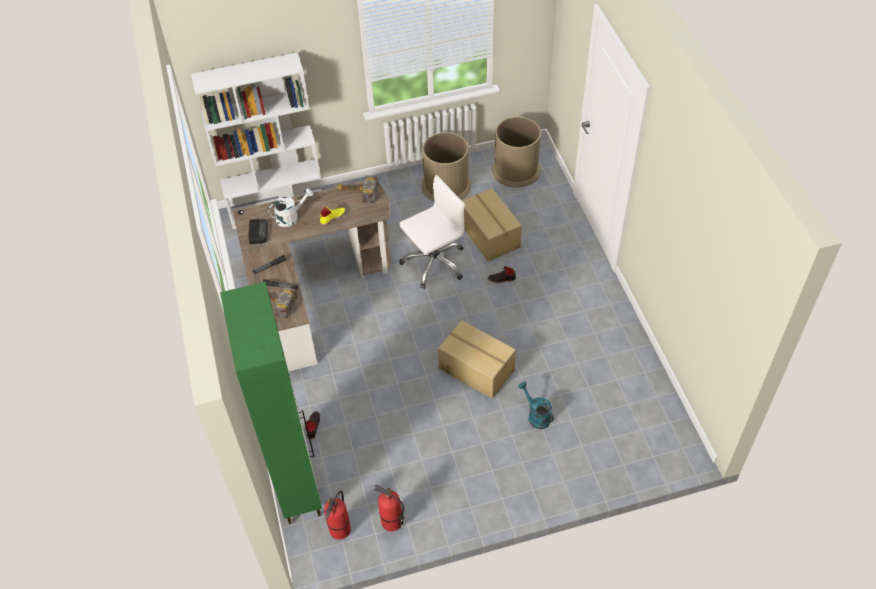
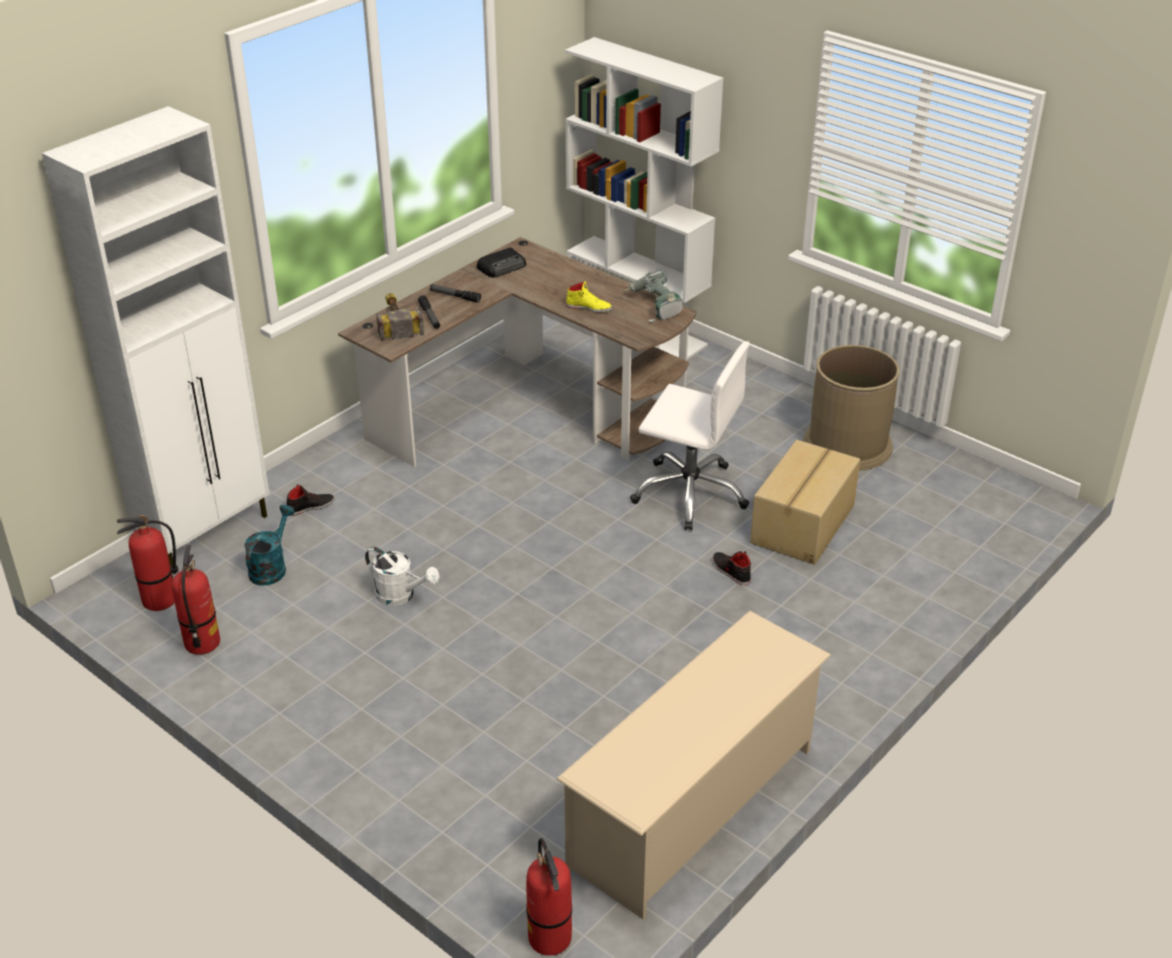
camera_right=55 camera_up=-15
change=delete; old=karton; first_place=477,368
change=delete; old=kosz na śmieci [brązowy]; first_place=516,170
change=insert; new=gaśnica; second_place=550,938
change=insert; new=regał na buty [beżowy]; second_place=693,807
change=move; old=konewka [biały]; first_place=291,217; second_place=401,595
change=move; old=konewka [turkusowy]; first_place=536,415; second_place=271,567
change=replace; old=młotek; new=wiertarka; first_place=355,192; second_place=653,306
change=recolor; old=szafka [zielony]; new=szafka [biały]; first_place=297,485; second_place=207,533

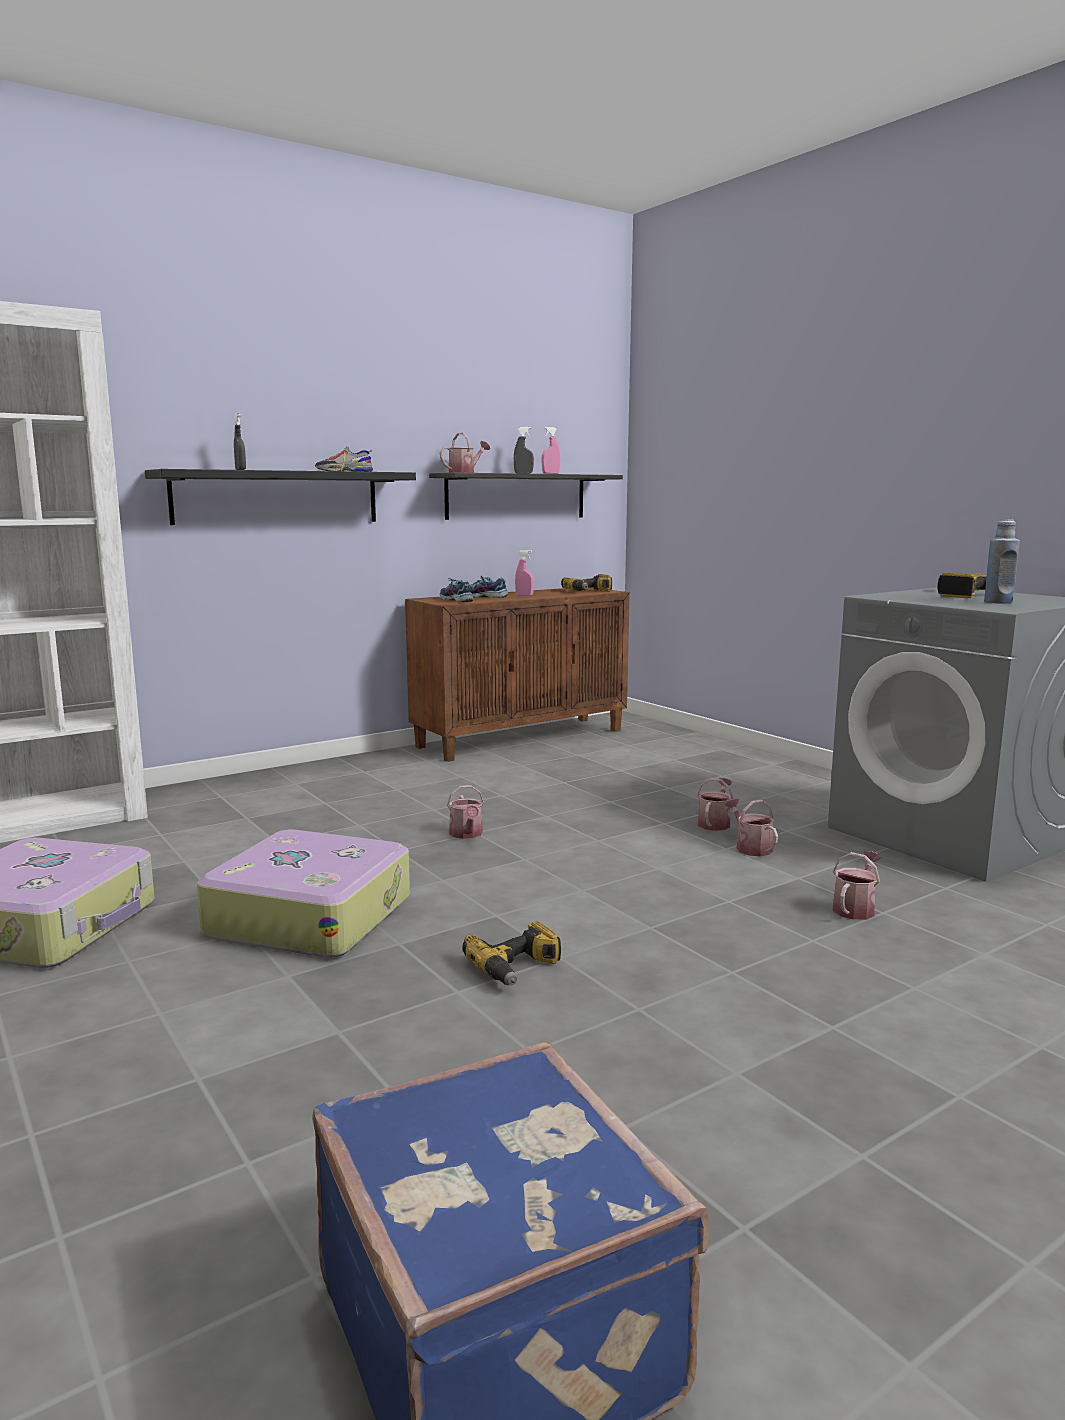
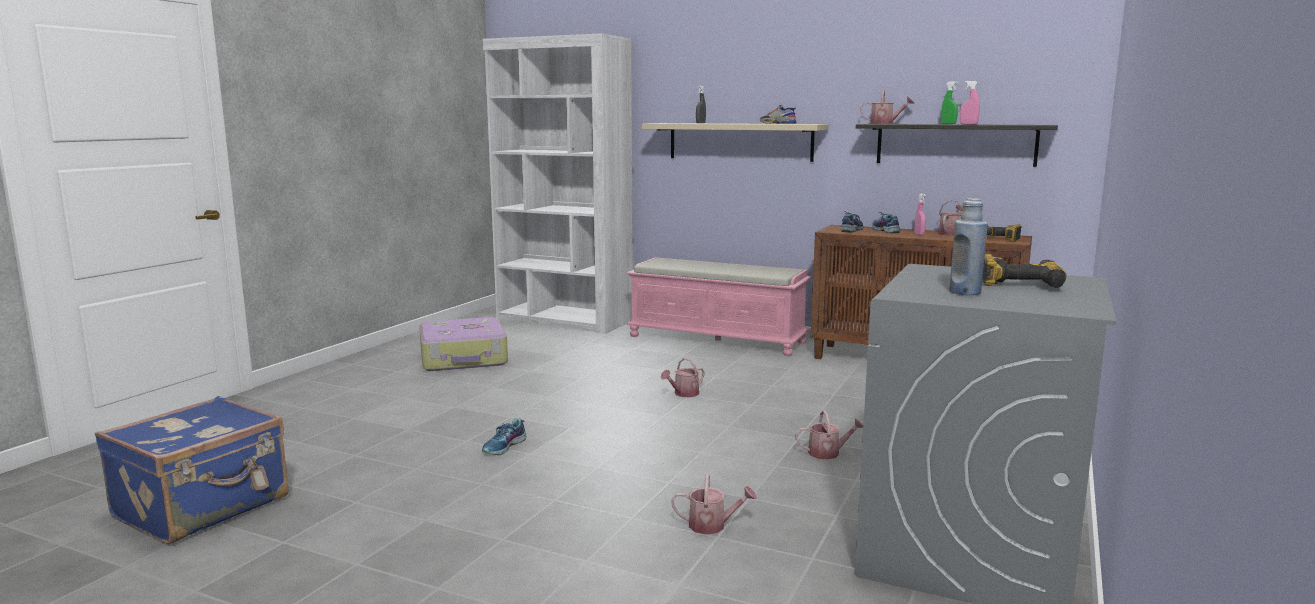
camera_right=60 camera_up=0
change=delete; old=walizka; first_place=310,915
change=insert; new=ławka [różowy]; second_place=718,339
change=move; old=konewka; first_place=750,847; second_place=951,233
change=replace; old=wiertarka; new=but; first_place=517,968; second_place=505,447
change=recolor; old=półka [czarny]; new=półka [beżowy]; first_place=277,497; second_place=740,141
change=recolor; old=spryskiwacz [szary]; new=spryskiwacz [zielony]; first_place=523,473; second_place=948,124

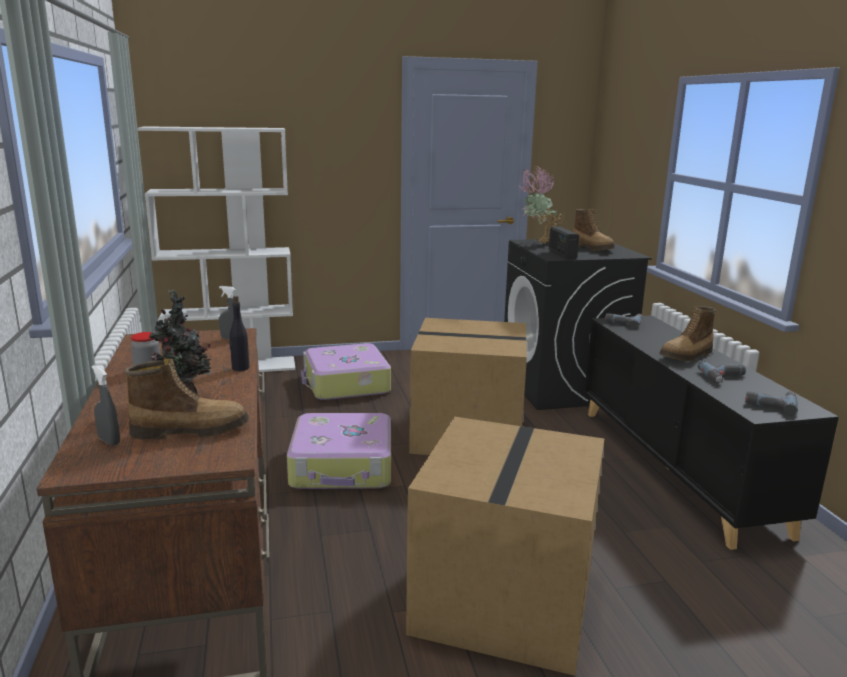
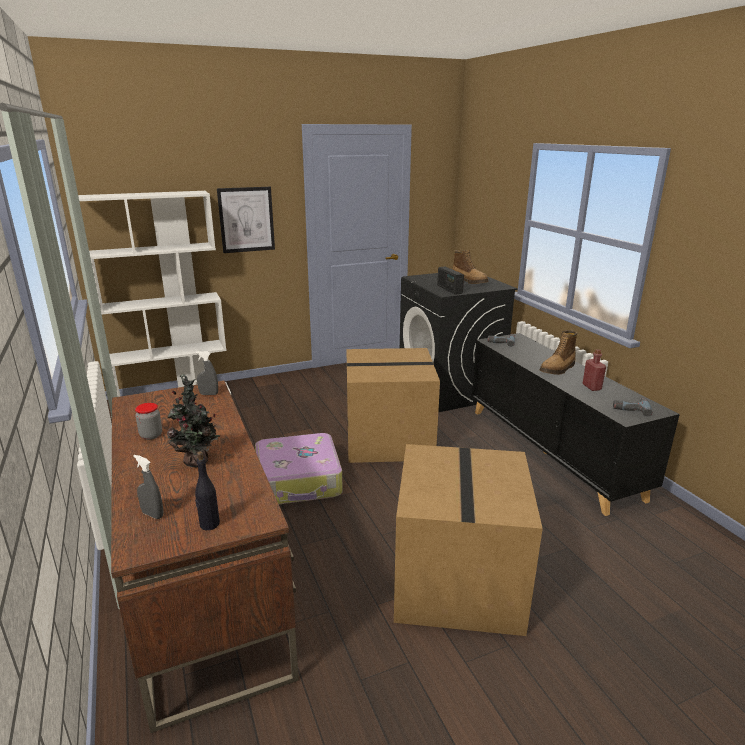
camera_right=-10 camera_up=5
change=delete; old=but z cholewką; first_place=191,431
change=delete; old=walizka; first_place=345,384
change=delete; old=roślina doniczkowa; first_place=538,242
change=insert; new=obraz; second_place=246,219
change=move; old=butelka [czarny]; first_place=240,368; second_place=209,524
change=replace; old=wiertarka; new=butelka [czerwony]; first_place=725,378; second_place=591,387

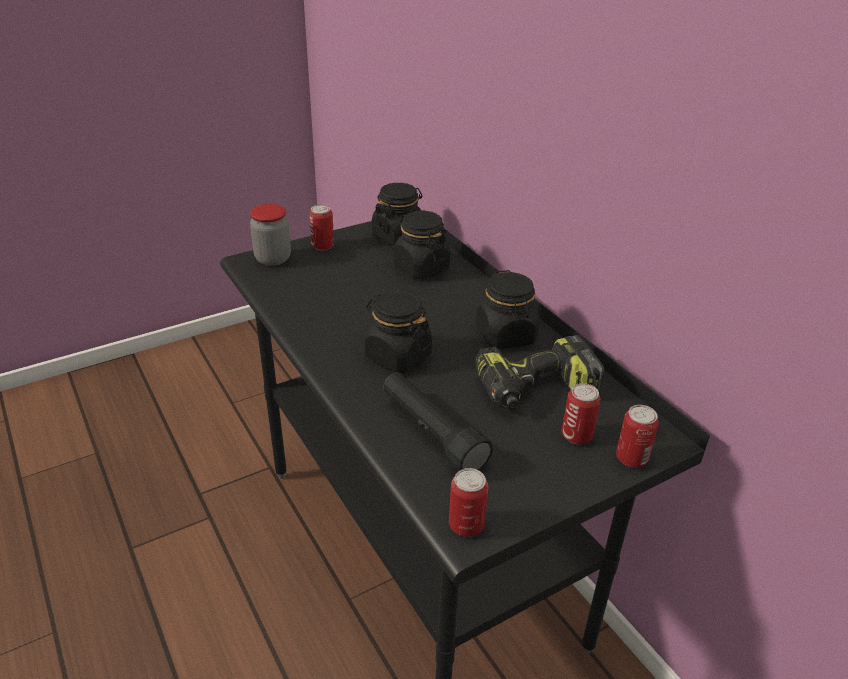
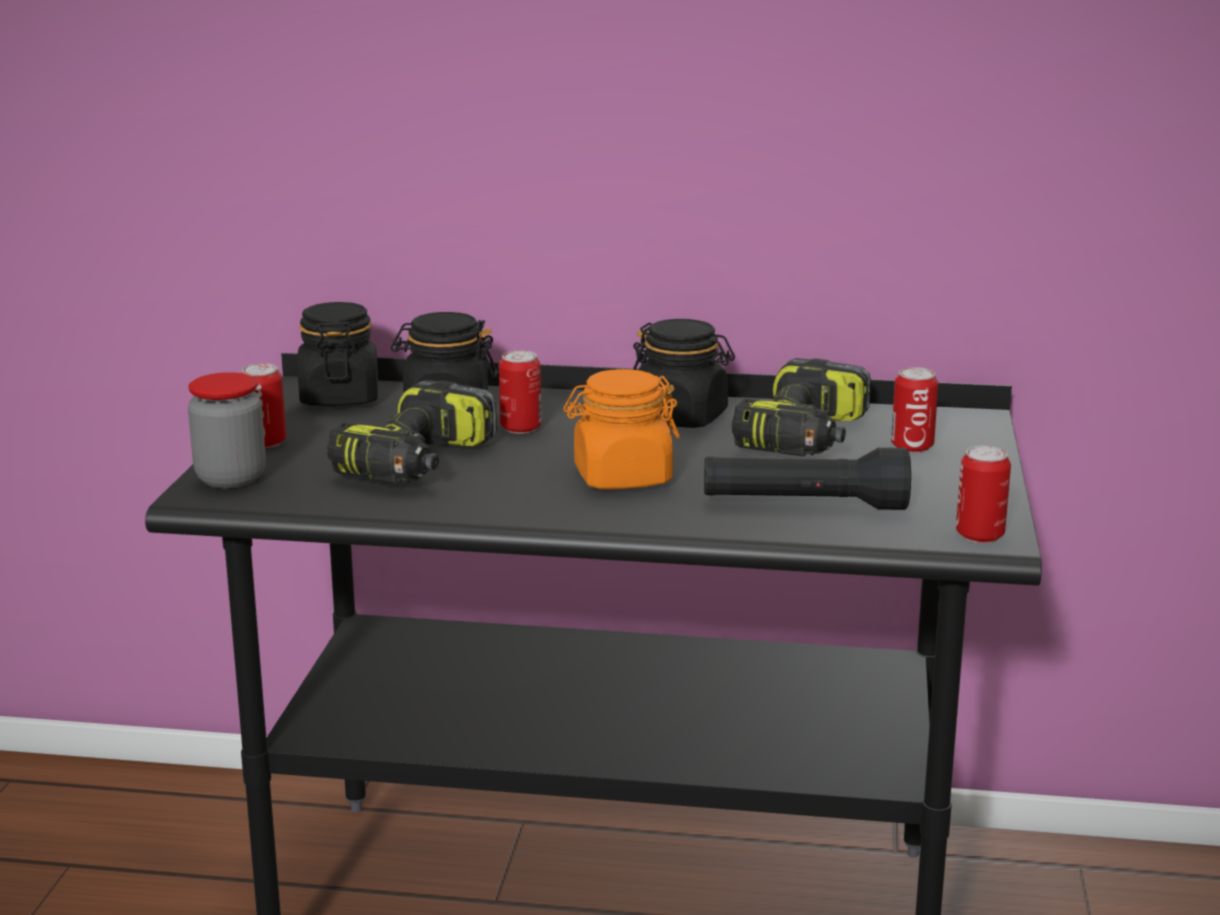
camera_right=-50 camera_up=-15
change=insert; new=wiertarka; second_place=418,463
change=move; old=puszka; first_place=631,458; second_place=520,428
change=recolor; old=słoik [czarny]; new=słoik [pomarańczowy]; first_place=397,355; second_place=621,477

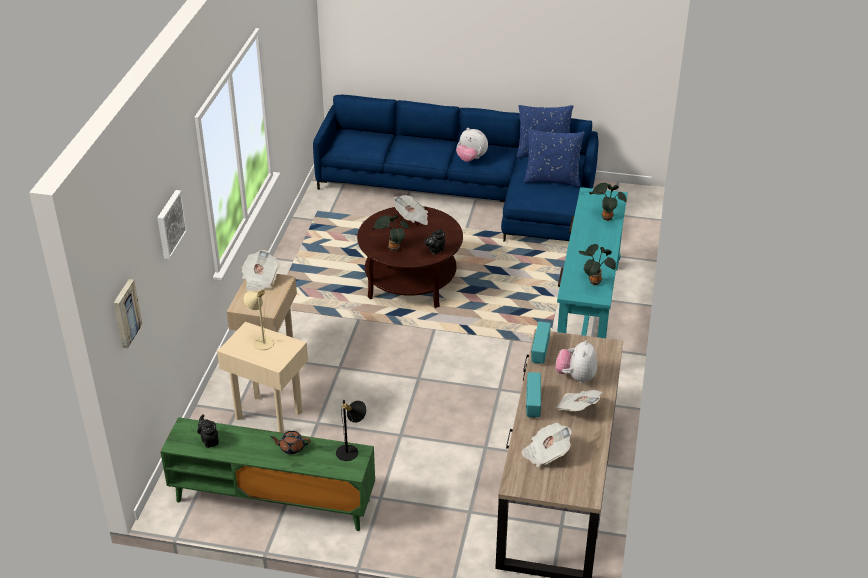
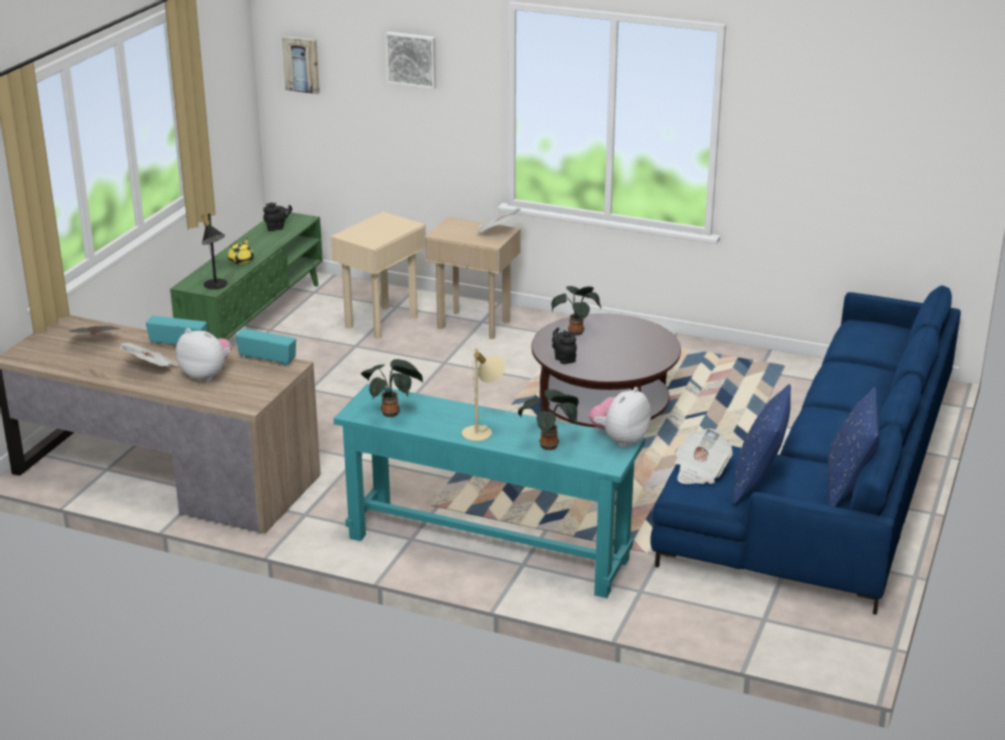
camera_right=100 camera_up=-10
change=move; old=lampa stołowa [beżowy]; first_place=261,341; second_place=482,432
change=move; old=gazeta; first_place=412,218; second_place=699,471
change=move; old=pluszak; first_place=471,159; second_place=620,440
change=recolor; old=imbryk [brązowy]; new=imbryk [żółty]; first_place=291,448; second_place=241,260

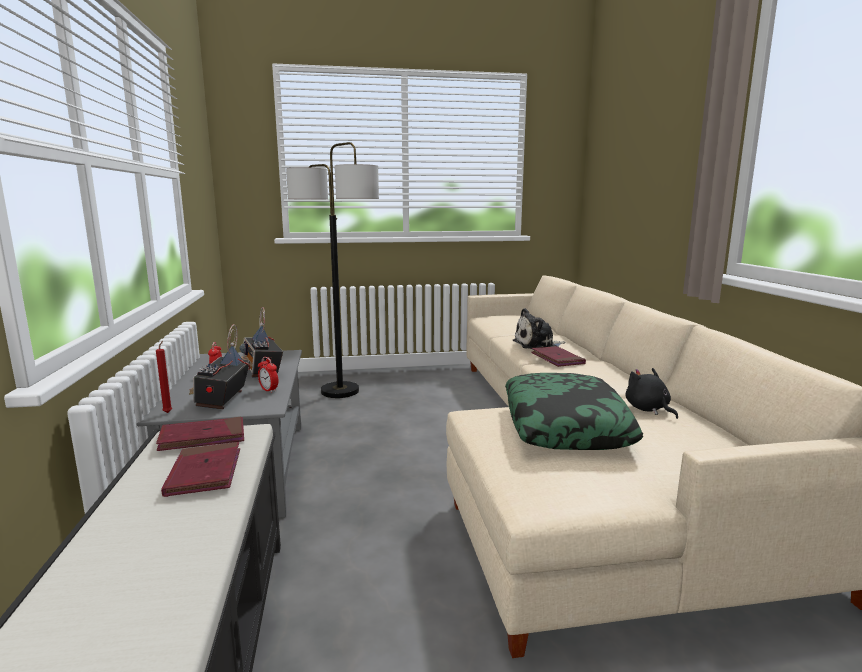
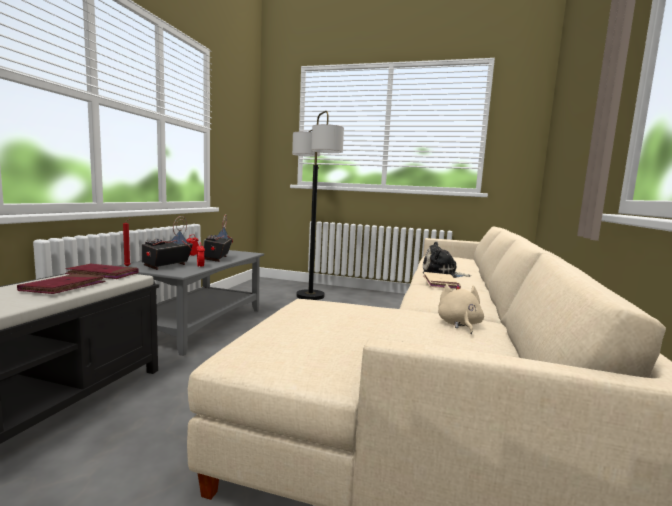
camera_right=25 camera_up=-5
change=delete; old=poduszka; first_place=565,425
change=recolor; old=książka [czerwony]; new=książka [beżowy]; first_place=557,359; second_place=440,283
change=recolor; old=pluszak [czarny]; new=pluszak [beżowy]; first_place=648,409; second_place=459,325

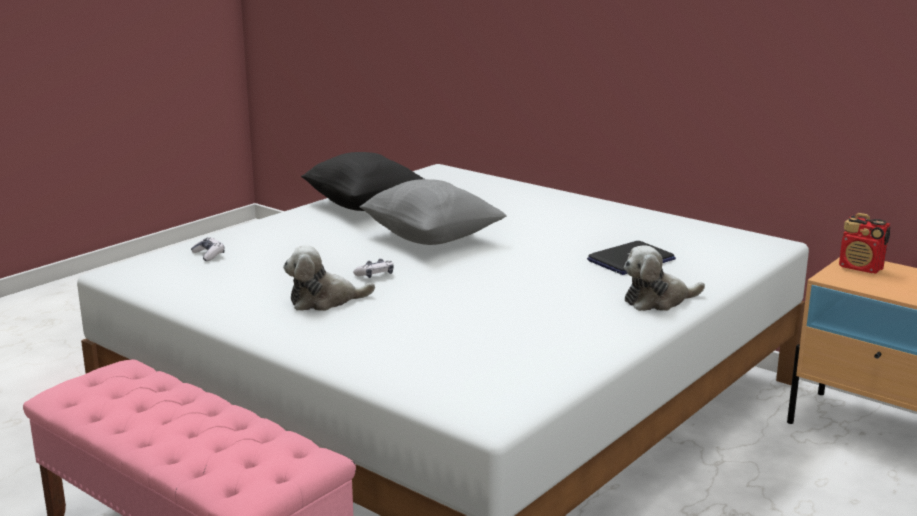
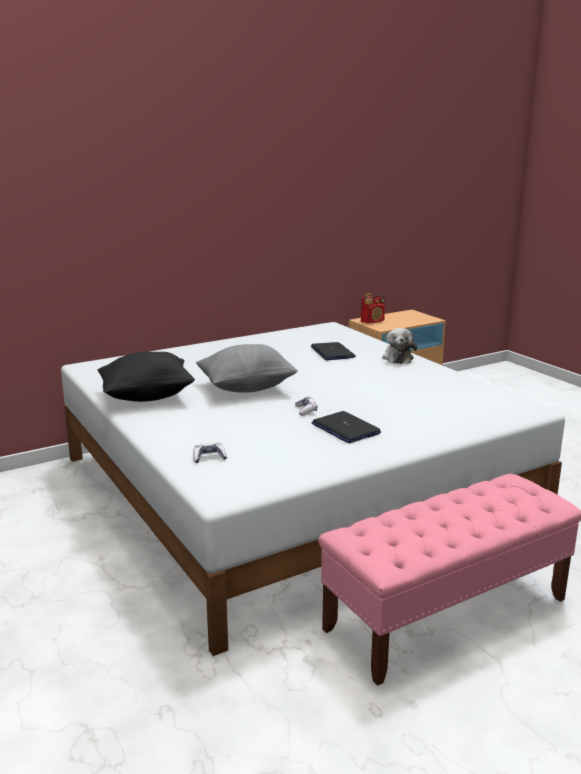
camera_right=-70 camera_up=0
change=replace; old=pluszak; new=laptop; first_place=324,301; second_place=345,429

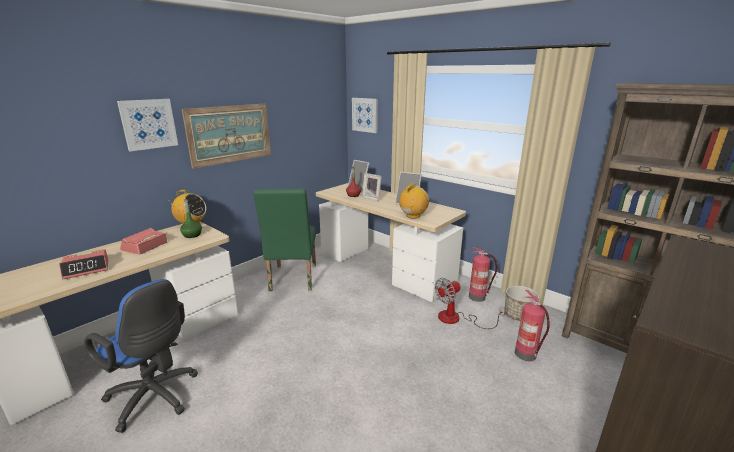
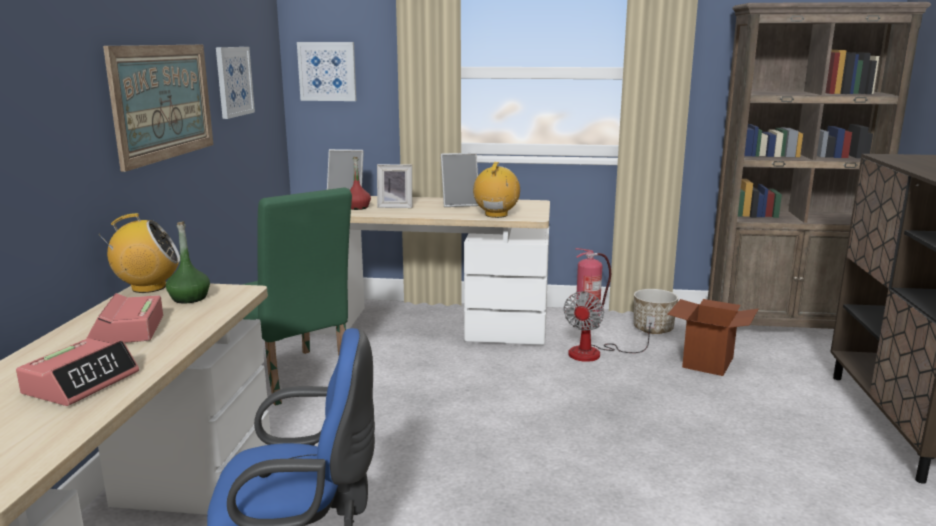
camera_right=-35 camera_up=-5
change=move; old=obraz; first_place=148,124; second_place=233,81
change=replace; old=gaśnica; new=karton; first_place=526,354; second_place=708,362

